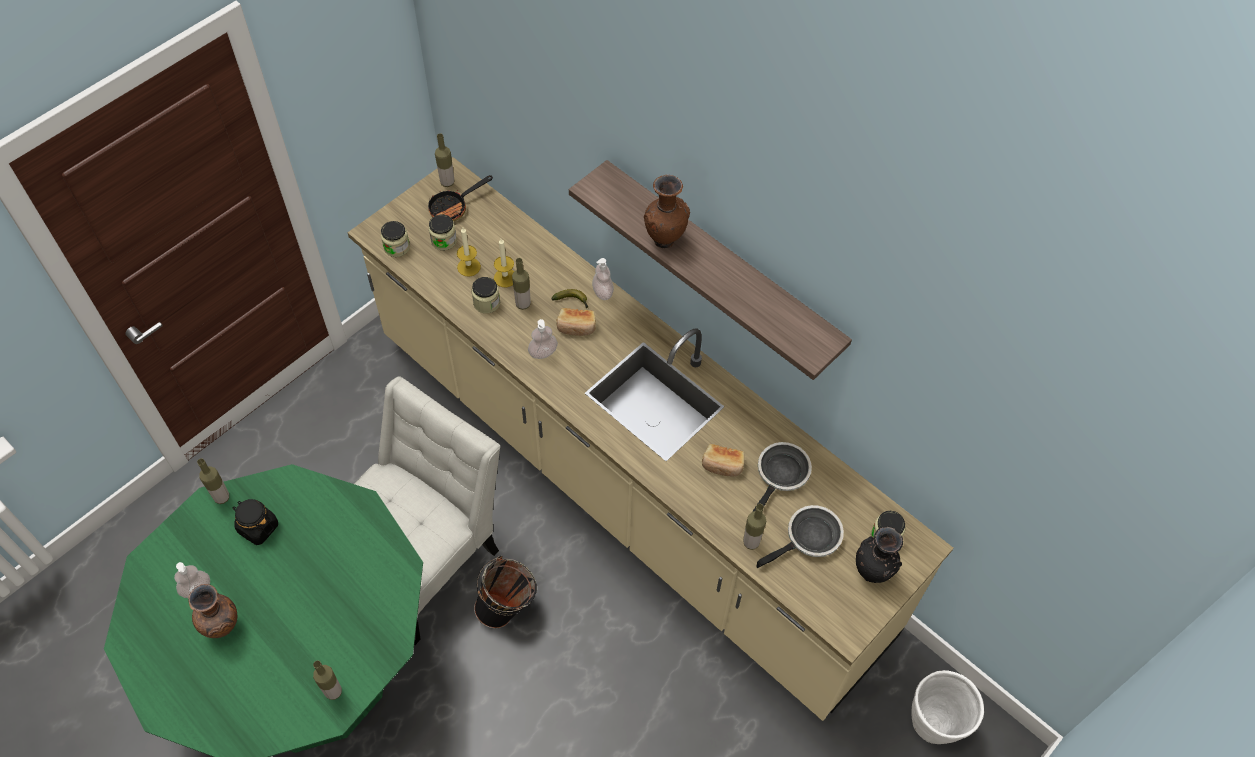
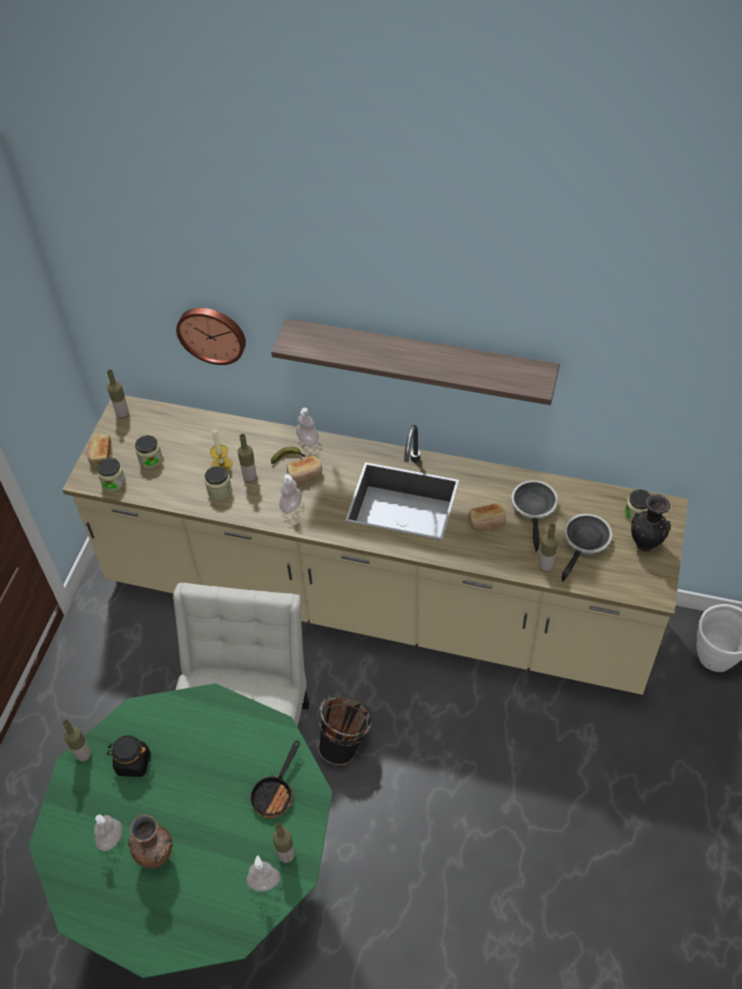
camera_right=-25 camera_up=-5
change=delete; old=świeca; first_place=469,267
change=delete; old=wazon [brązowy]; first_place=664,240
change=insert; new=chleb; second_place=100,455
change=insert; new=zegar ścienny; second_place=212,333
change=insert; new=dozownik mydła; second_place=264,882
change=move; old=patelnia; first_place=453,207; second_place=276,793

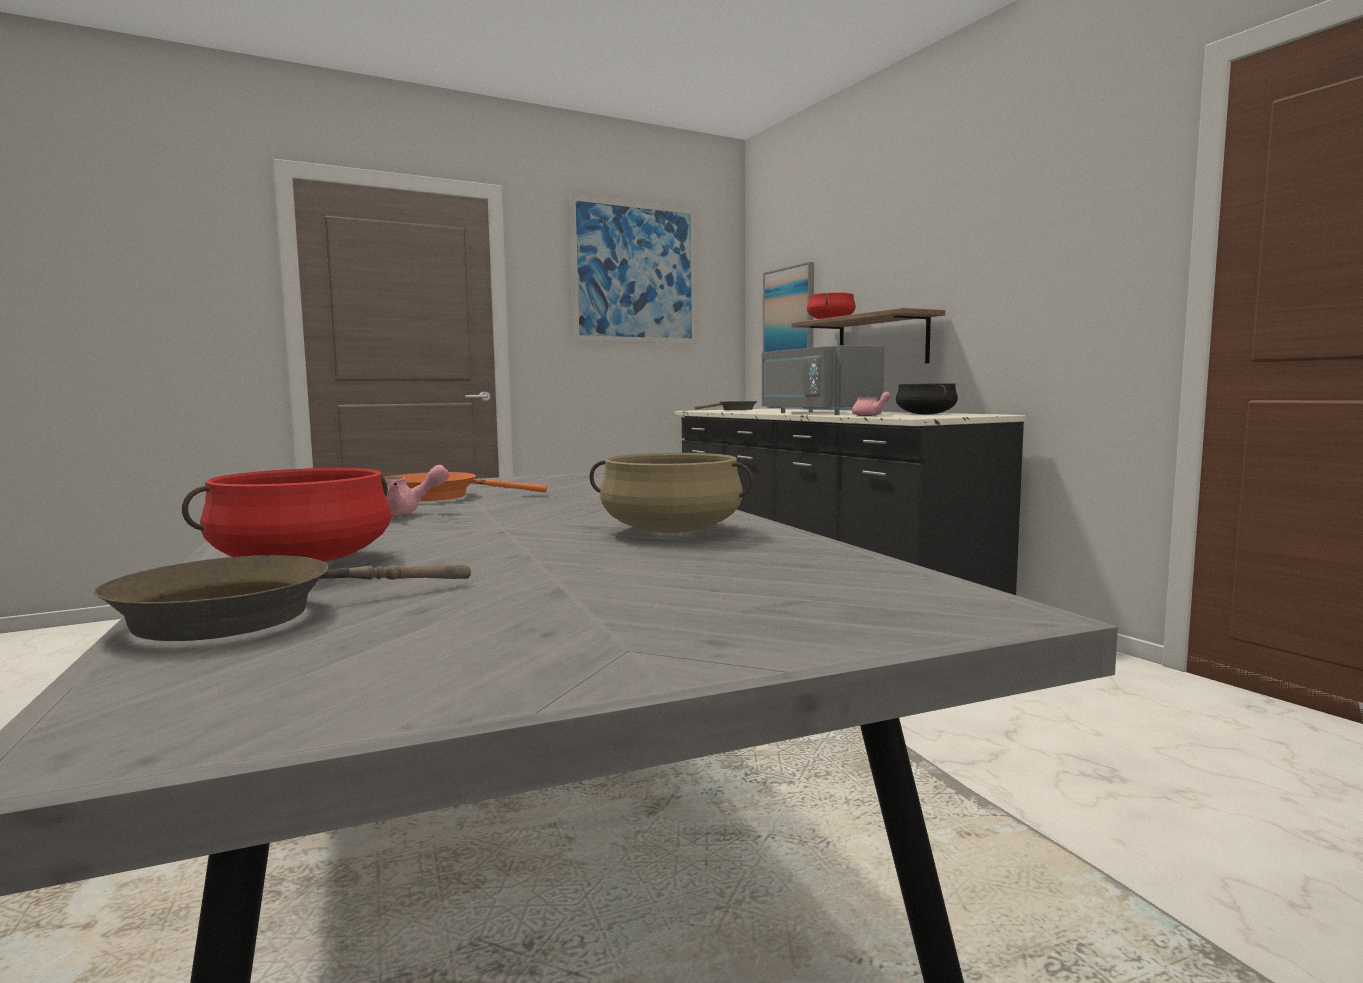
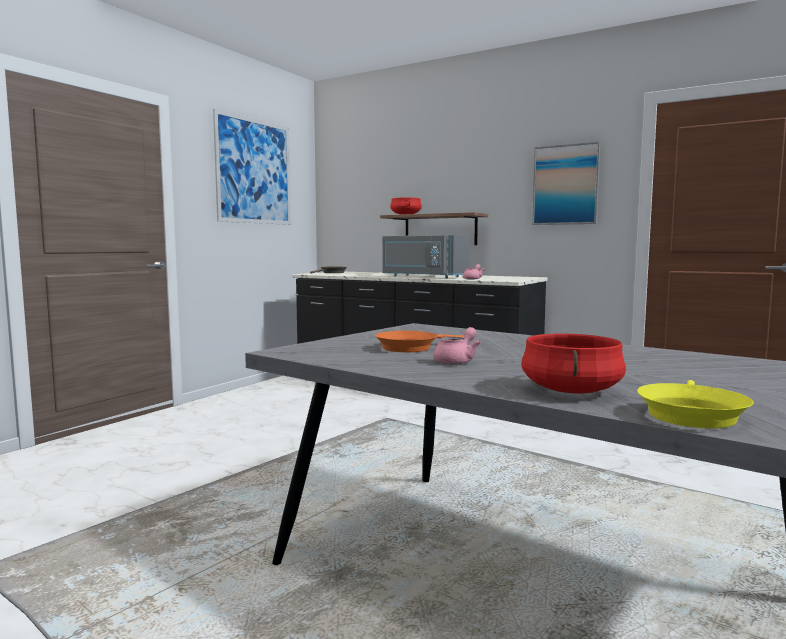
camera_right=-30 camera_up=0
change=delete; old=garnek [beżowy]; first_place=671,531
change=delete; old=garnek [czarny]; first_place=925,414
change=move; old=obraz; first_place=789,316; second_place=566,185
change=recolor; old=patelnia [brązowy]; new=patelnia [żółty]; first_place=245,615; second_place=690,414

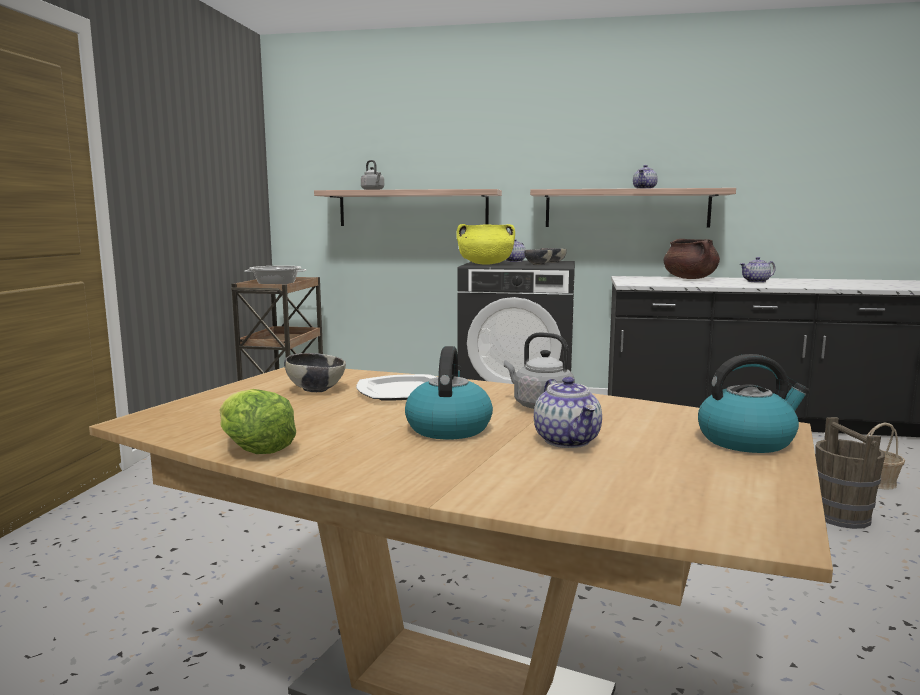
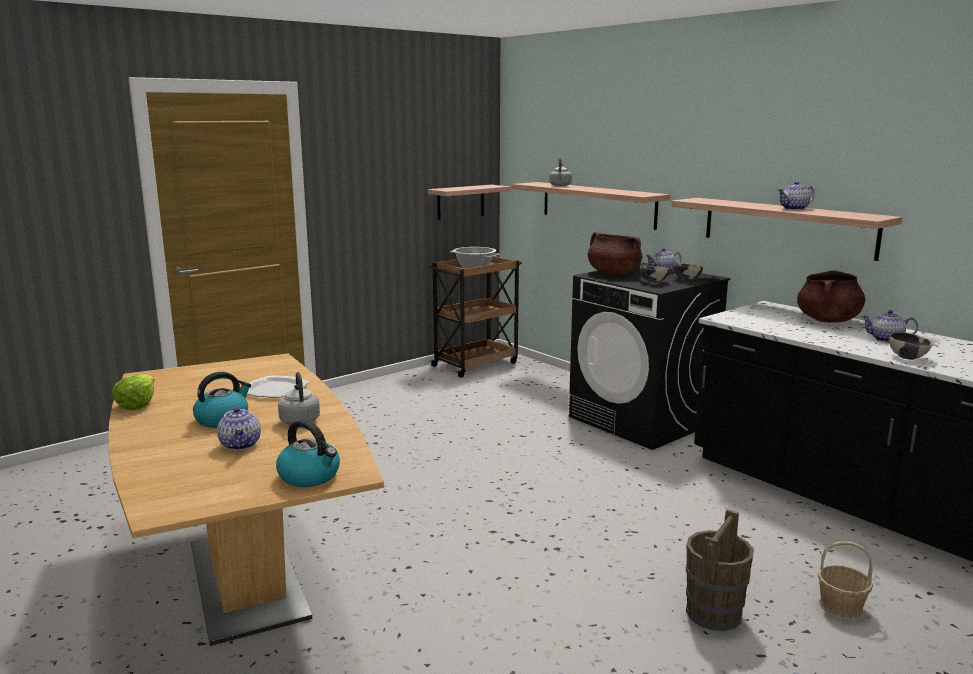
camera_right=40 camera_up=5
change=insert; new=półka; second_place=460,202
change=move; old=miska; first_place=316,389; second_place=907,357
change=recolor; old=garnek [żółty]; new=garnek [brązowy]; first_place=485,264; second_place=613,273
change=rotate; old=imbryk; first_place=568,441; second_place=241,445; degrees=-45

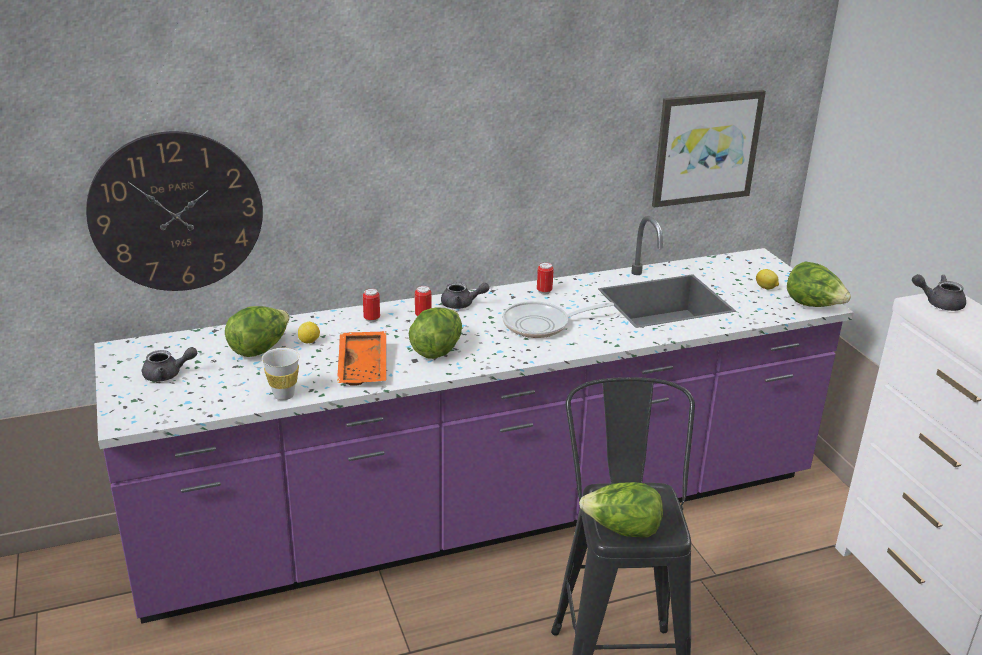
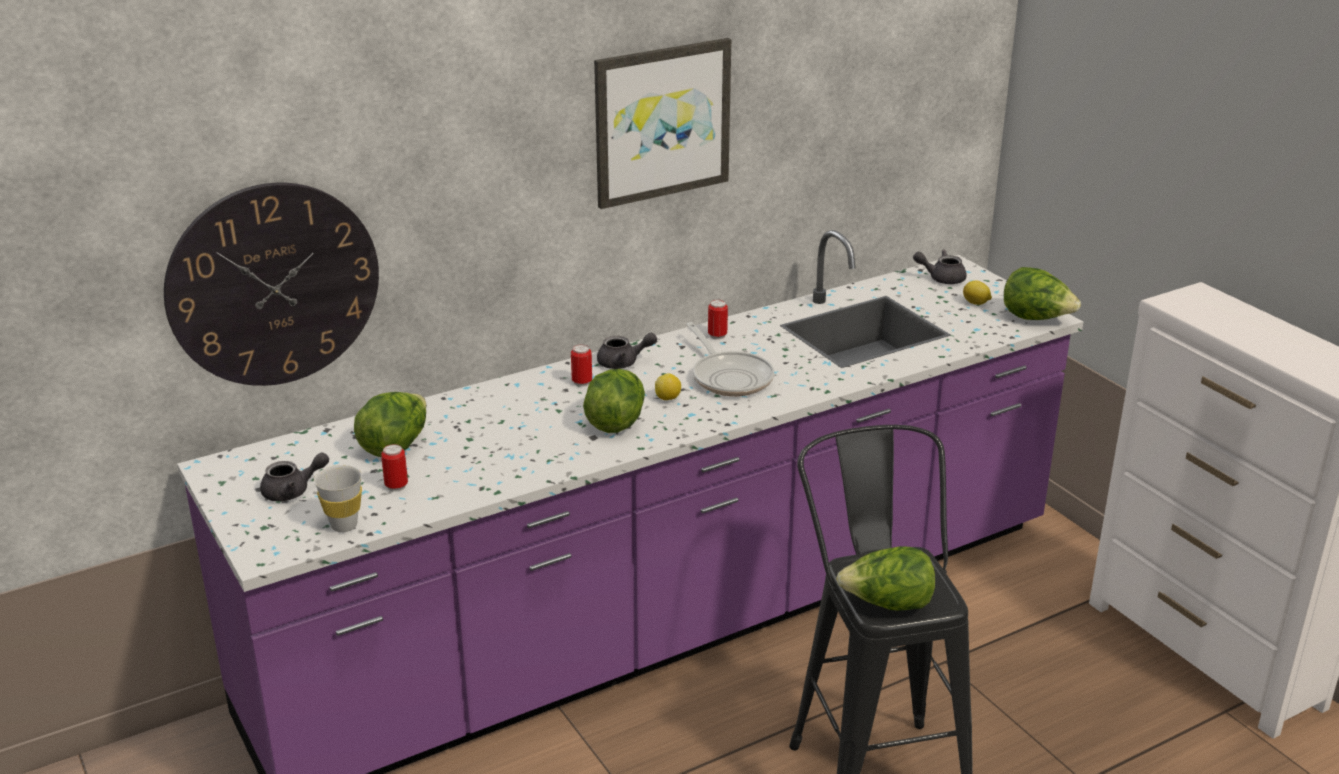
camera_right=-10 camera_up=0
change=delete; old=taca [pomarańczowy]; first_place=364,366
change=move; old=filiżanka [biały]; first_place=284,395; second_place=344,525
change=move; old=cytryna; first_place=309,342; second_place=668,398
change=move; old=puszka; first_place=372,319; second_place=396,486
change=move; old=obraz; first_place=706,147; second_place=661,122
change=move; old=imbryk [szary]; first_place=938,303; second_place=941,278
change=rotate; old=patelnia; first_place=542,325; second_place=729,377; degrees=-90

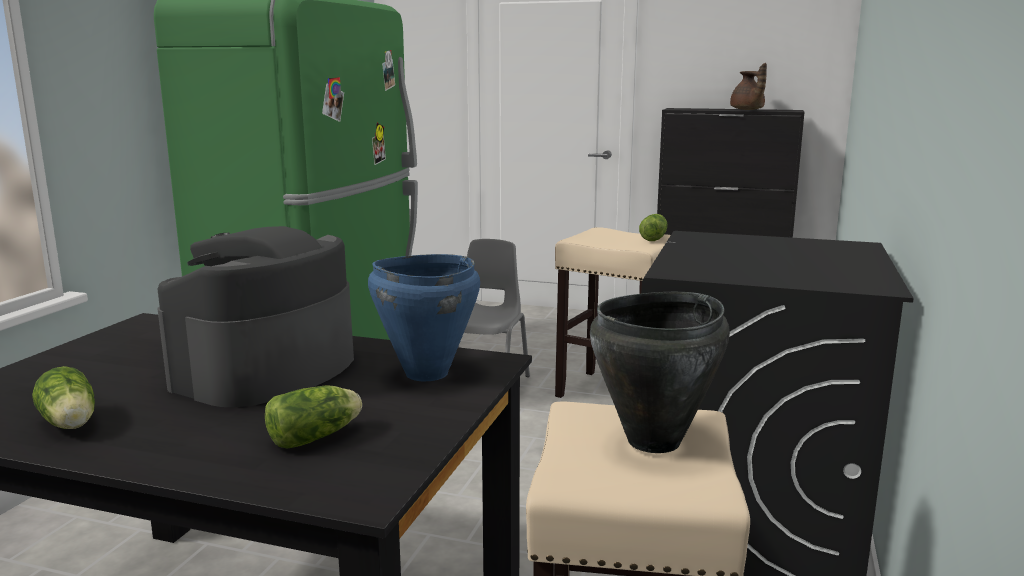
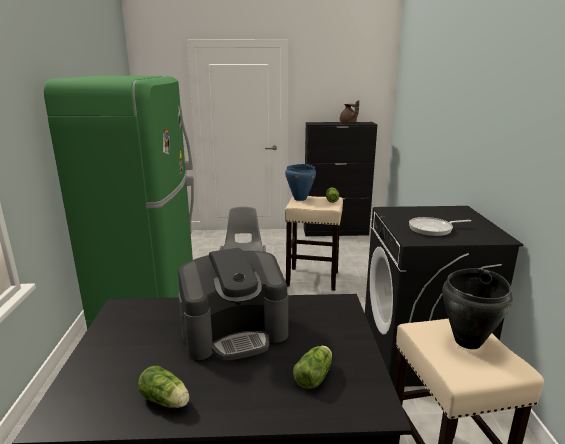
camera_right=-20 camera_up=5
change=insert; new=patelnia; second_place=433,229
change=move; old=garnek [niebieski]; first_place=425,373; second_place=299,199
change=rotate; old=ekspres do kawy; first_place=266,370; second_place=235,332; degrees=-120

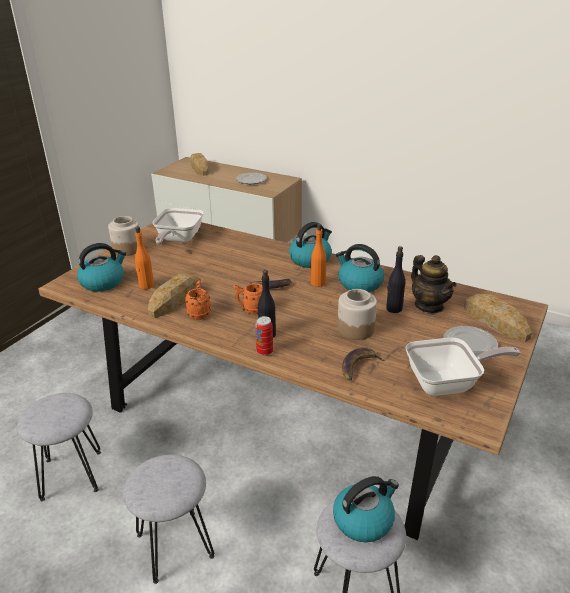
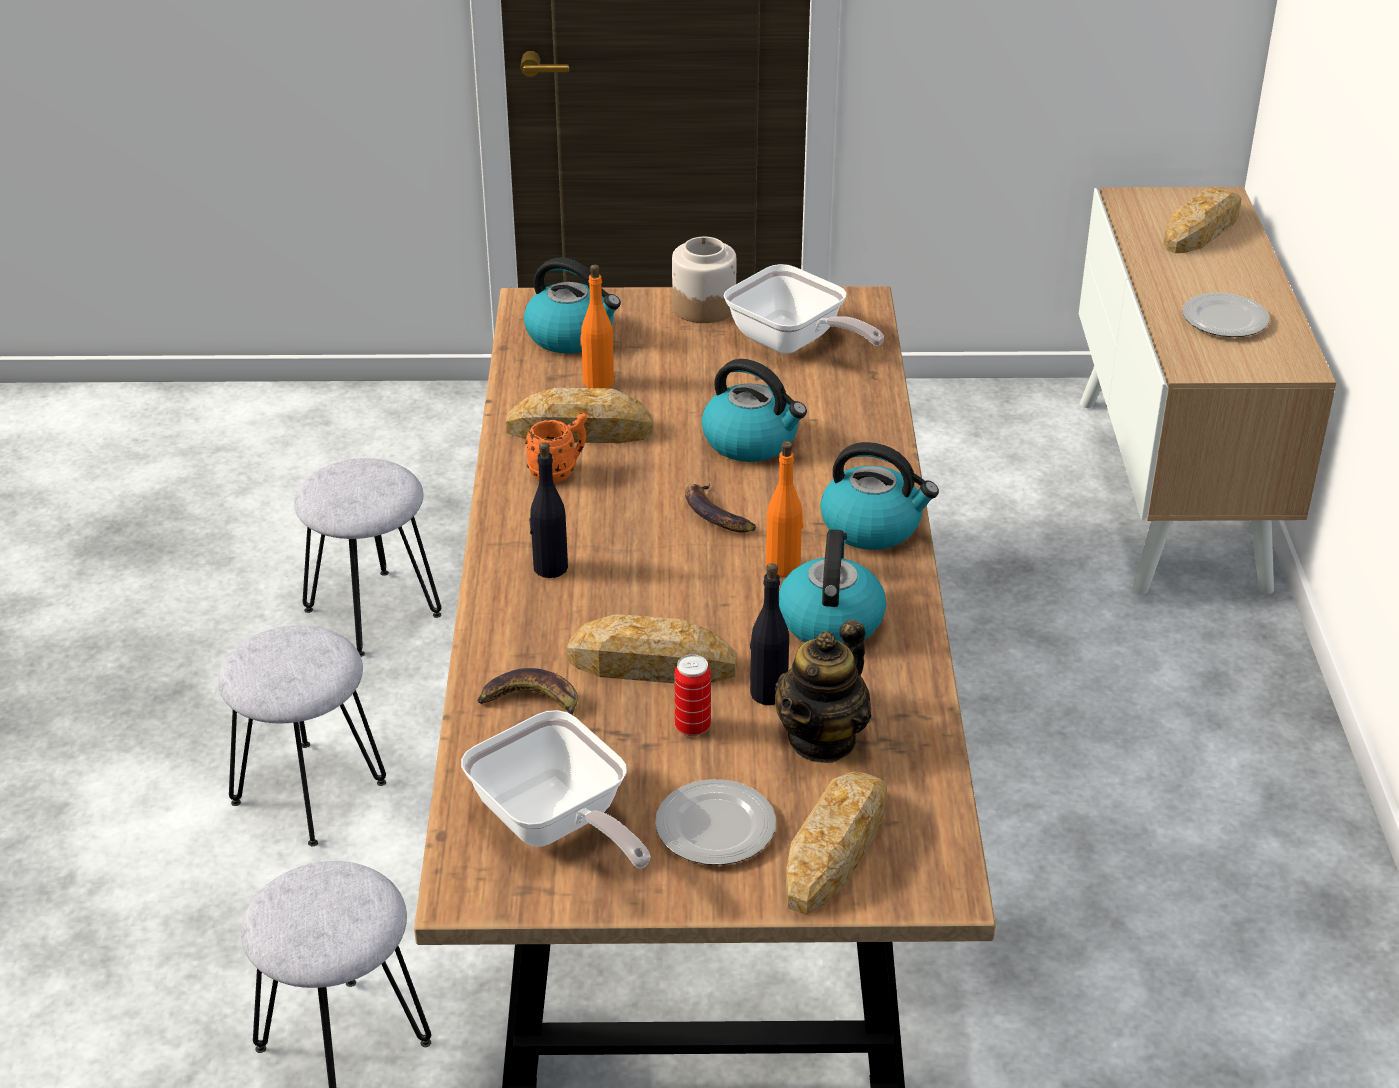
camera_right=60 camera_up=5
change=delete; old=kubek [pomarańczowy]; first_place=251,310
change=move; old=puszka; first_place=264,352; second_place=692,727
change=move; old=czajnik; first_place=364,520; second_place=752,441
change=replace; old=słoik; new=chleb; first_place=355,329; second_place=651,664
change=rotate; old=patelnia; first_place=178,240; second_place=793,343; degrees=-120

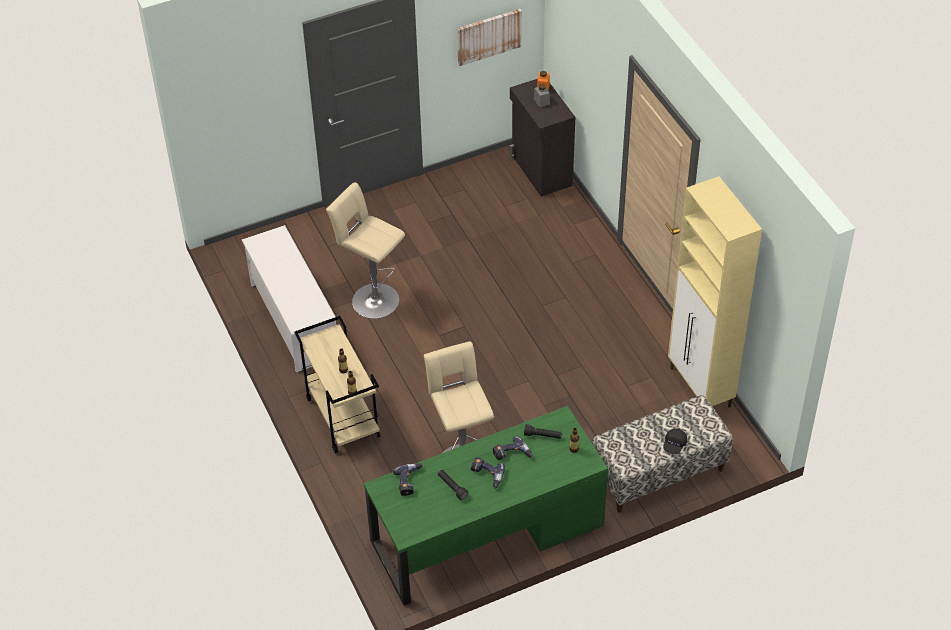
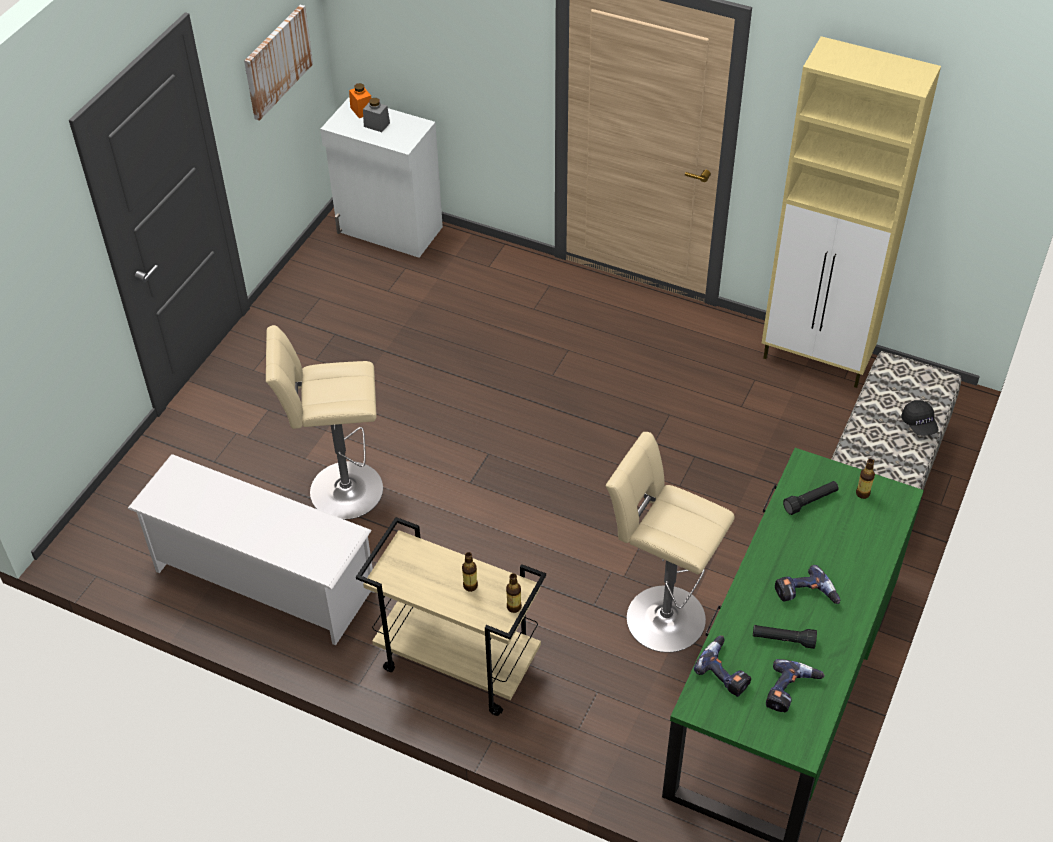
camera_right=-40 camera_up=0
change=move; old=wiertarka; first_place=512,455; second_place=791,691
change=recolor; old=szafka [czarny]; new=szafka [biały]; first_place=541,171; second_place=389,230

